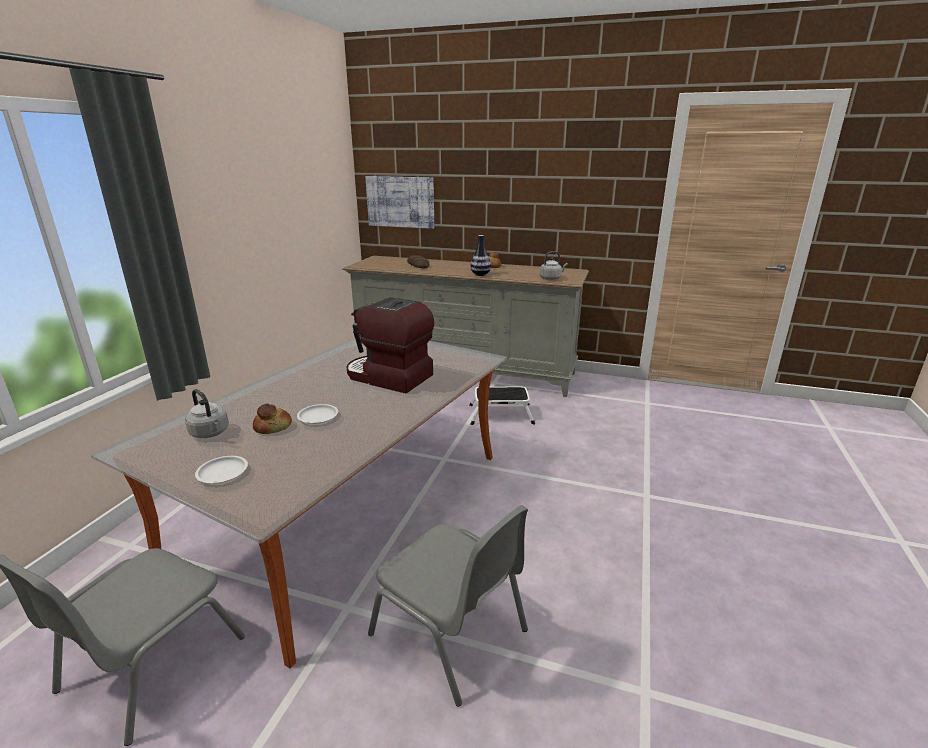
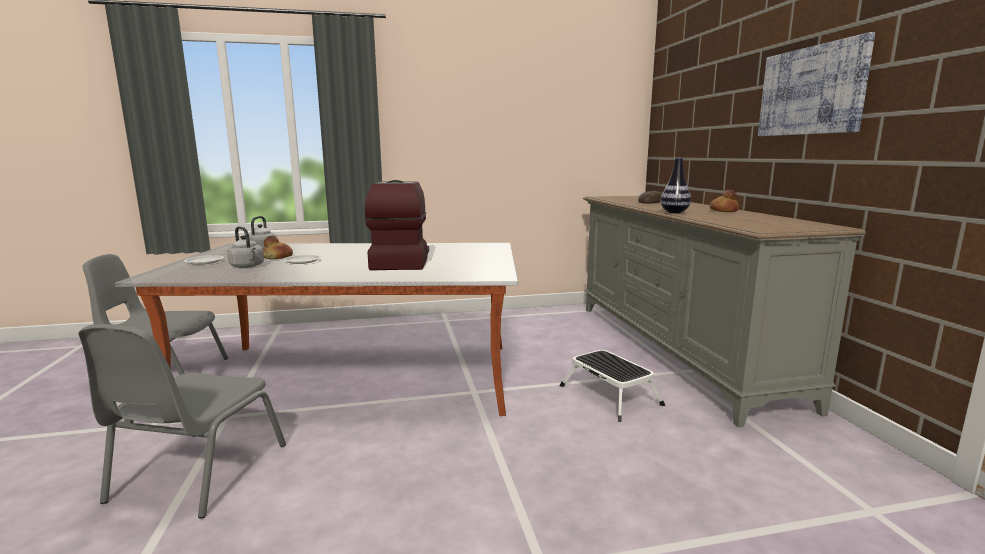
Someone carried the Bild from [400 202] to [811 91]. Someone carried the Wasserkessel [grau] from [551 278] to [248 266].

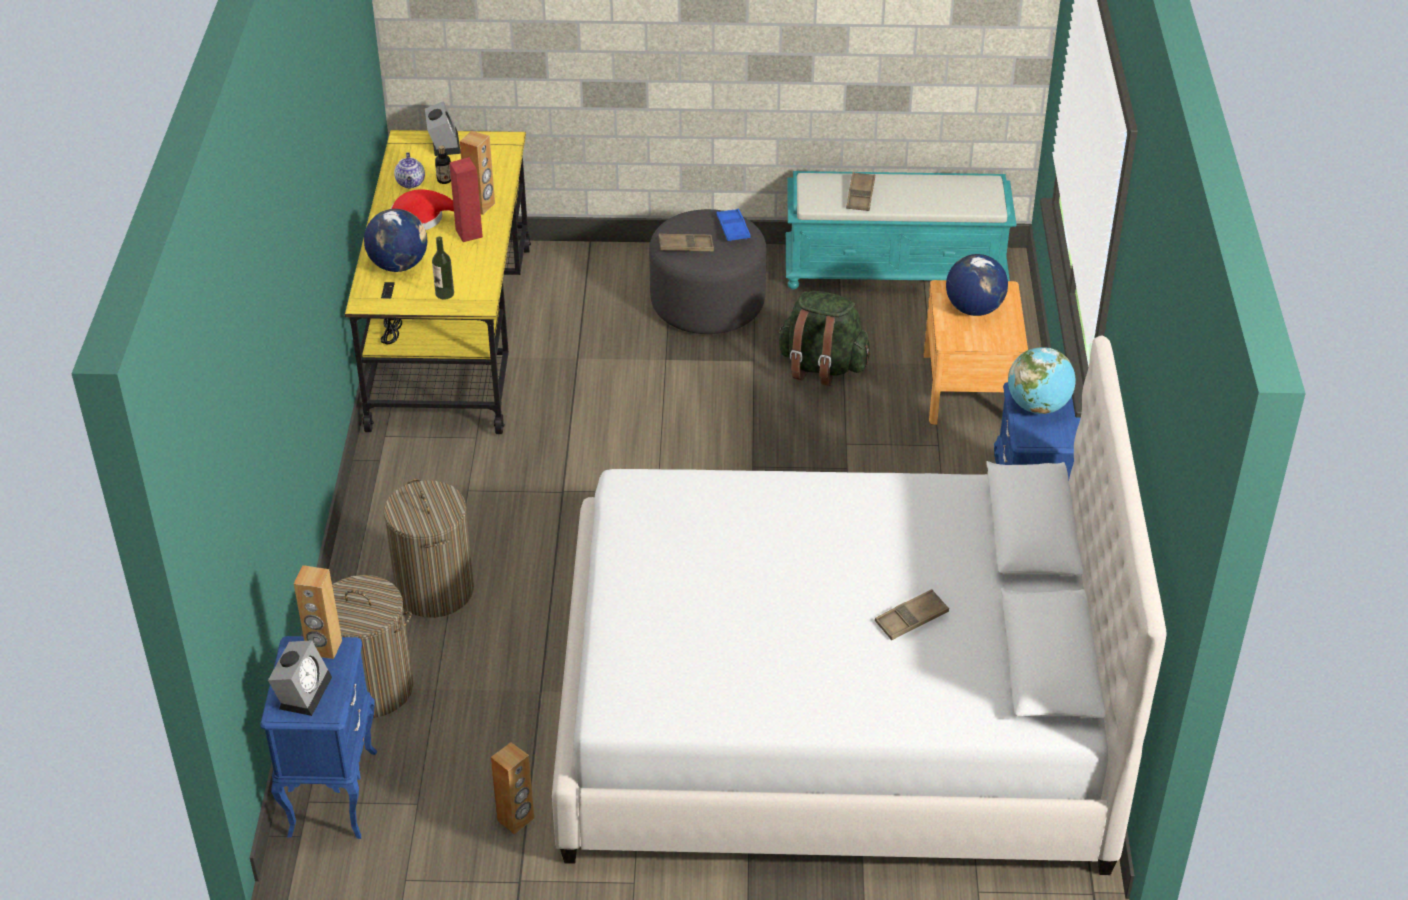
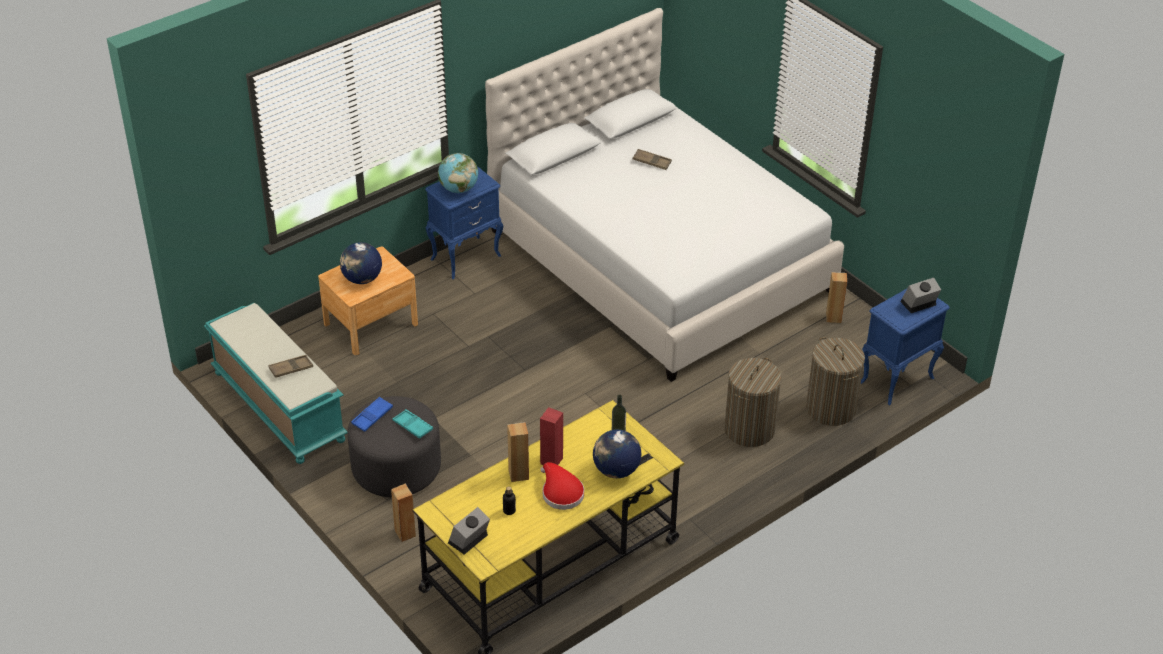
Someone took away the Teekanne at [411 183]. Someone took away the Rucksack [grün] at [821 367]. Someone carried the Lautsprecher [braun] from [324 648] to [405 533]. Someone repainted the Tablett [braun] at [686 246], which became the Tablett [türkis] at [412 426].

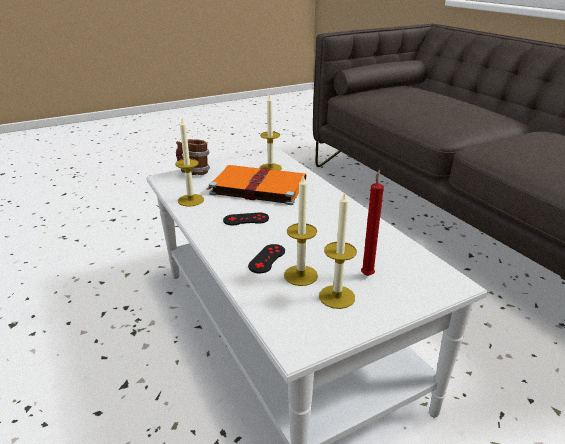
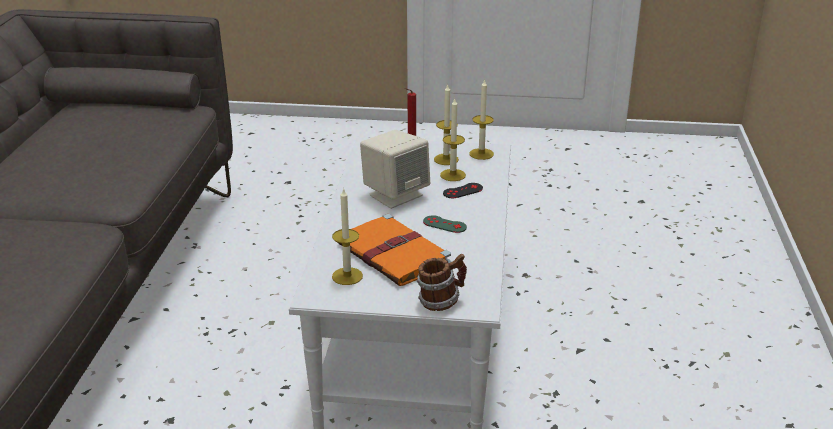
Someone put down the Lautsprecher [beige] at [395 195]. Someone carried the Kerze from [191 200] to [481 154]. Someone repainted the Gamepad [schwarz] at [246 219], which became the Gamepad [grün] at [444 224].

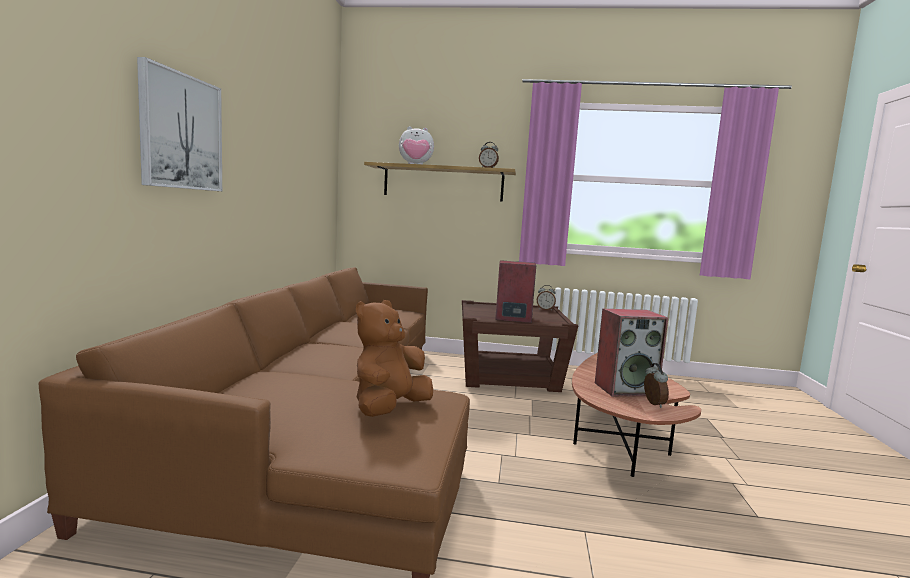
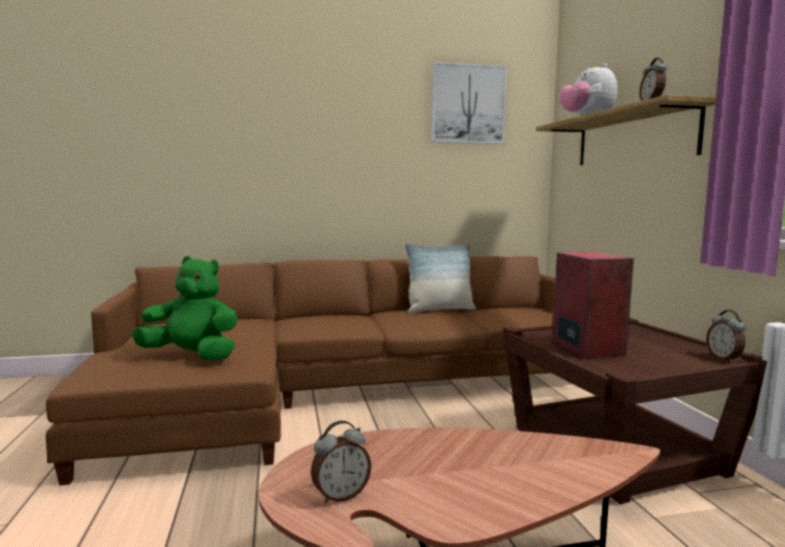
Someone took away the Lautsprecher at [626 389]. Someone put down the Kissen at [439 310]. Someone carried the Bild from [181 132] to [468 104]. Someone repainted the Plüschtier [braun] at [389 409], which became the Plüschtier [grün] at [192 356].

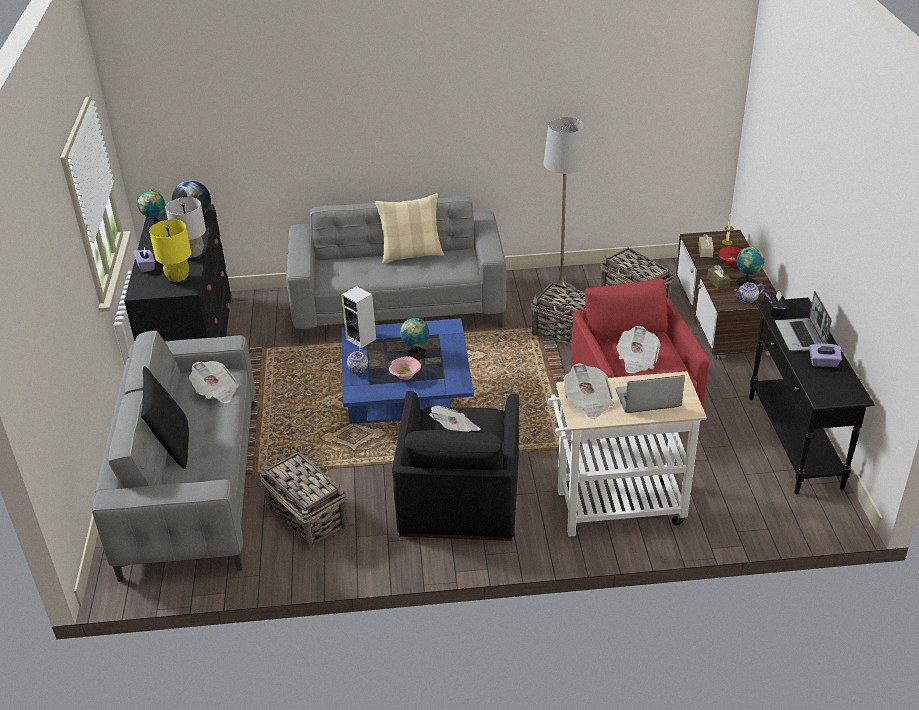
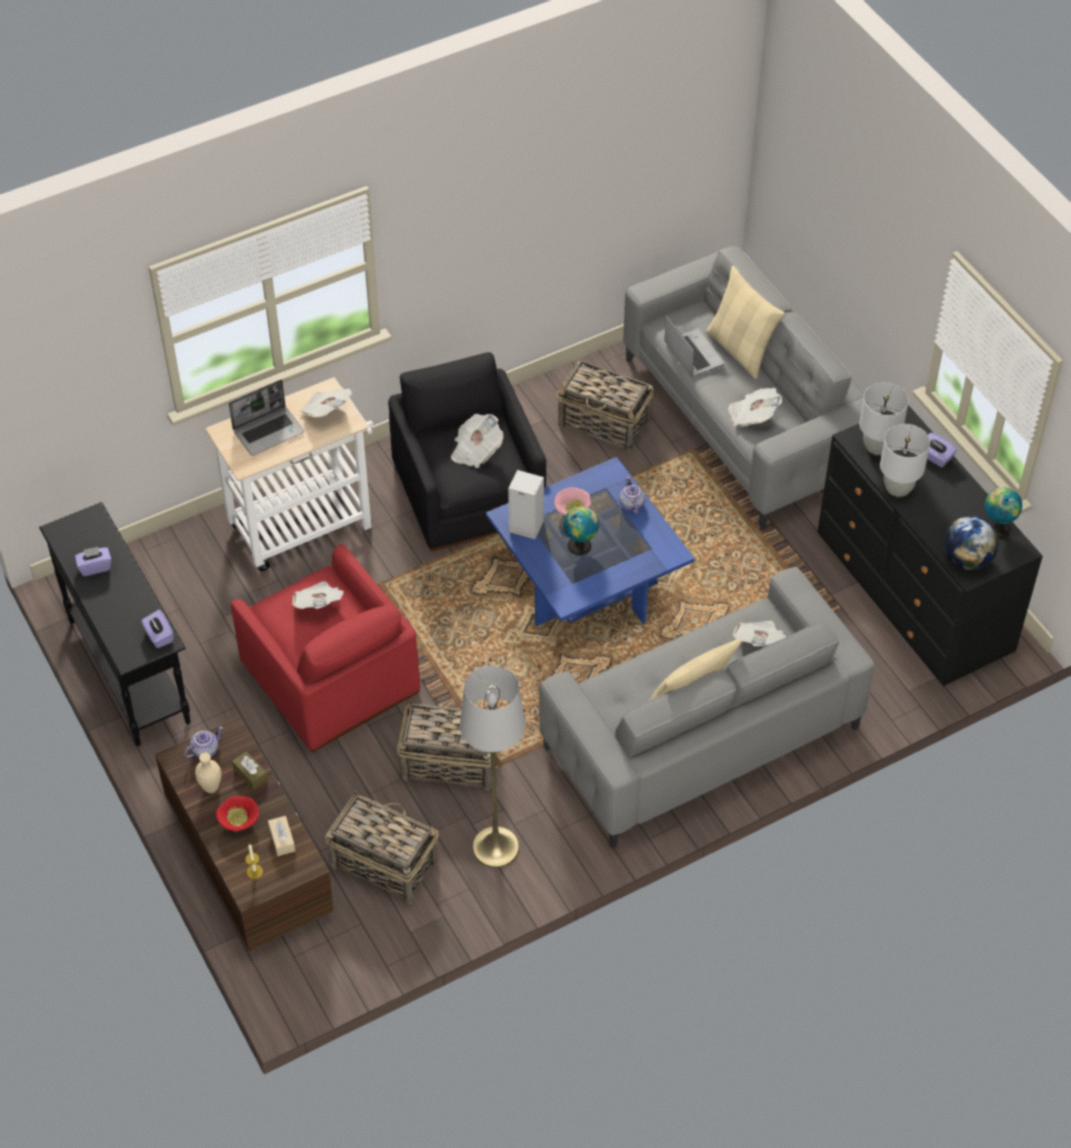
Someone put down the Zeitung at [759 641]. Someone carried the Lautsprecher from [362 339] to [524 526]. Someone carried the Laptop from [800 336] to [692 354]. Someone swapped the Globus at [747 281] for the Vase [beige] at [211 787]. Someone repainted the Kissen [schwarz] at [173 445], which became the Kissen [beige] at [740 350]. Someone repainted the Tischlampe [gelb] at [178 279], which became the Tischlampe [weiß] at [877 449]. Someone repainted the Taschentuchbox [schwarz] at [774 310], which became the Taschentuchbox [lila] at [159 636].

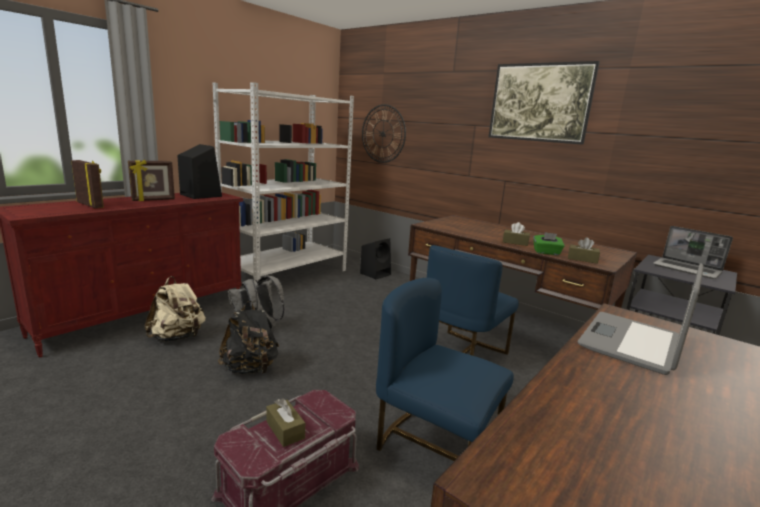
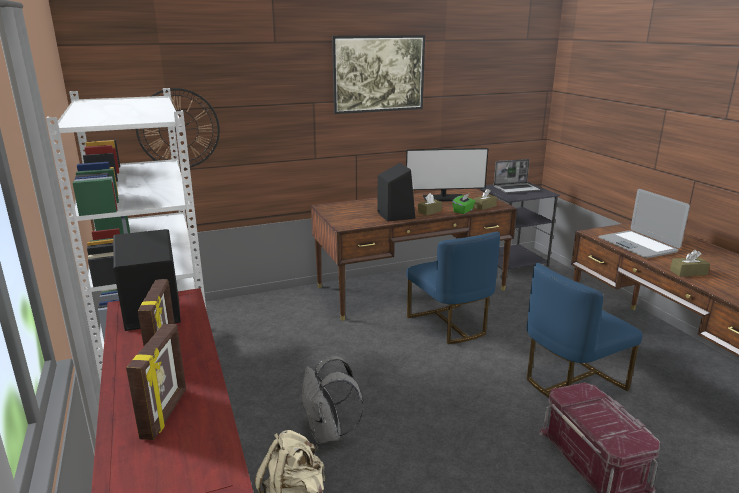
Someone took away the Rucksack [schwarz] at [250 369]. Someone put down the Monitor at [444 198]. Someone carried the Taschentuchbox [braun] from [285 430] to [688 272]. Someone carried the Lautsprecher [schwarz] from [375 273] to [395 215]. Someone rotated the Bilderrahmen at [91 205] by 120 degrees clockwise.

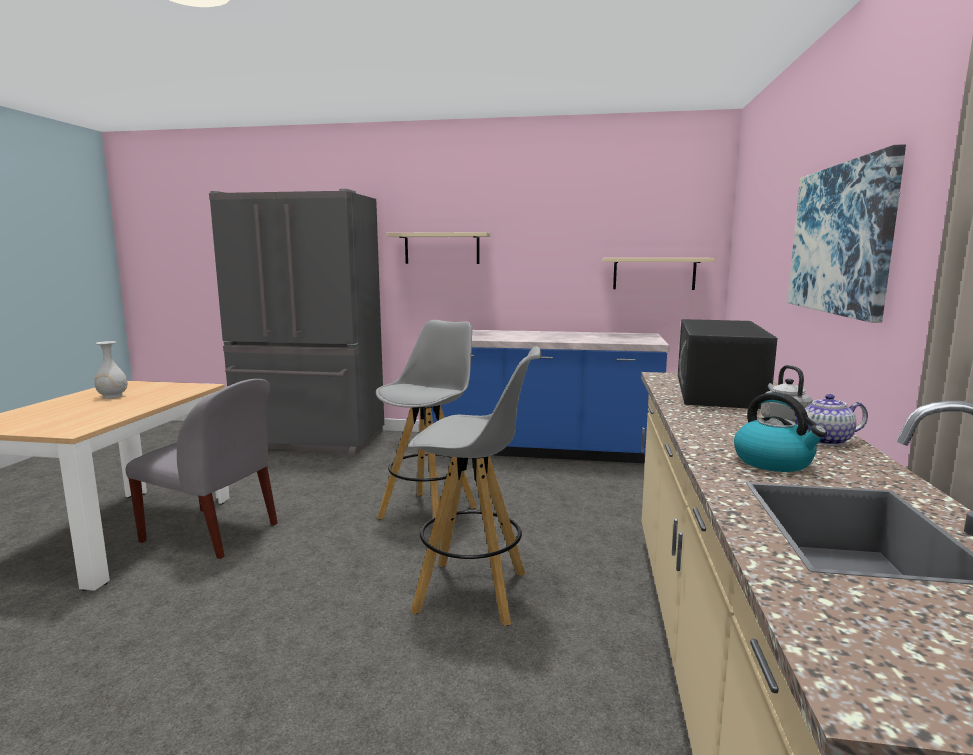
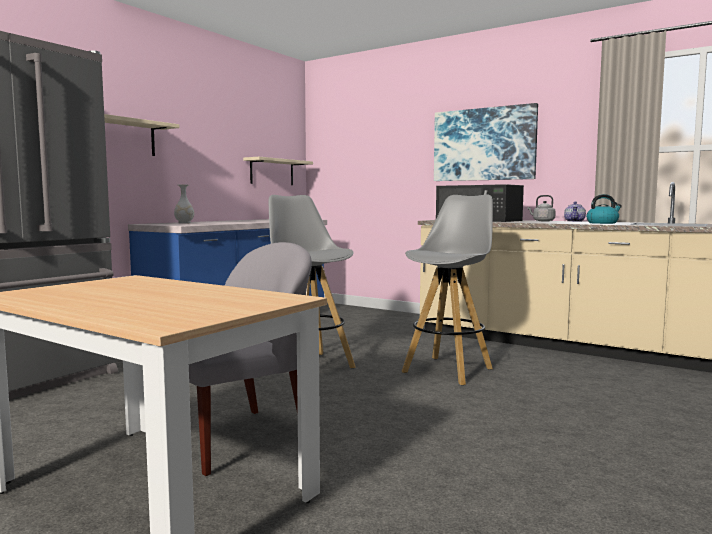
Someone carried the Vase [weiß] from [112 396] to [184 223].

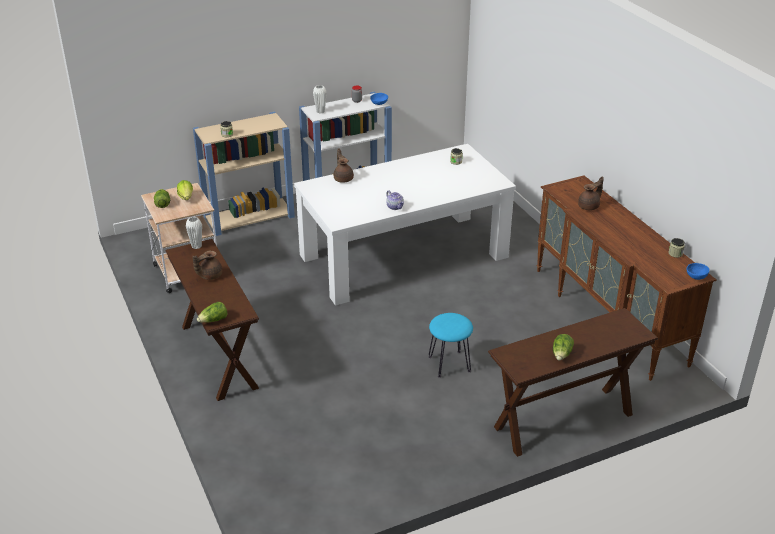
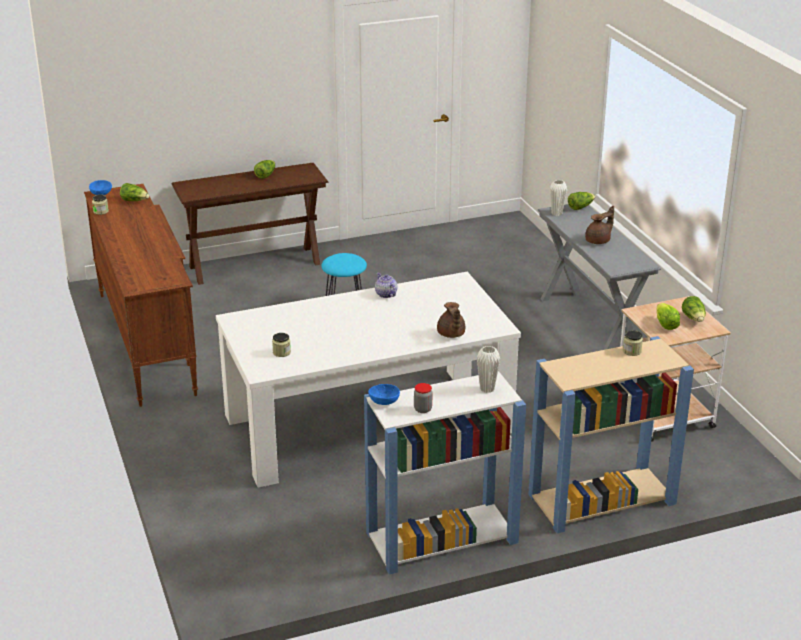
Someone took away the Teekanne [braun] at [589 206]. Someone put down the Salatkopf at [135 201]. Someone carried the Vase [weiß] from [196 246] to [556 213]. Someone repainted the Konsolentisch [braun] at [219 356], which became the Konsolentisch [grau] at [589 325].

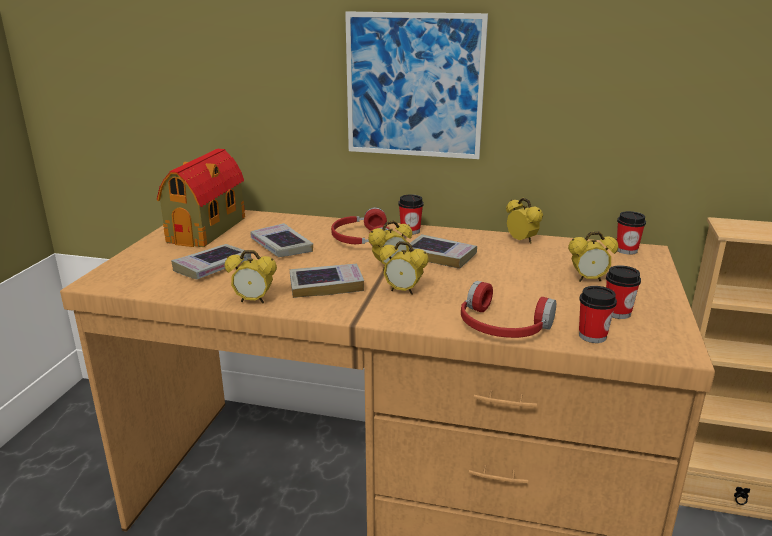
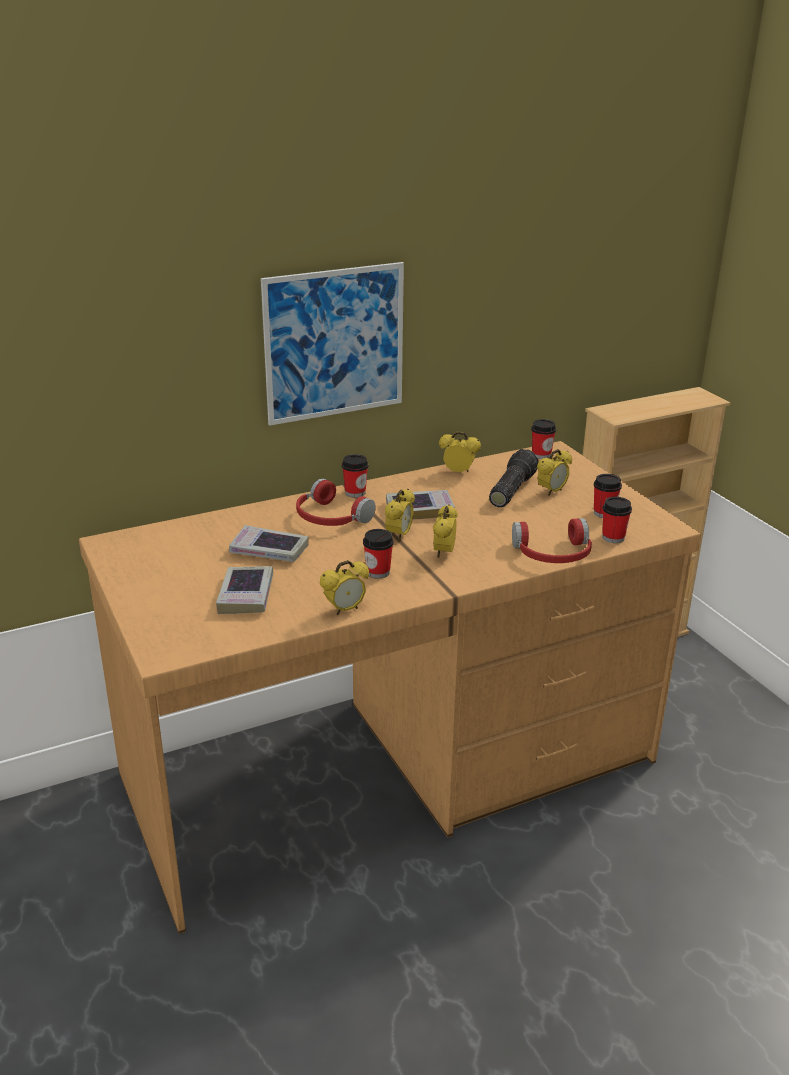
Someone took away the Spielzeughaus at [208 229]. Someone put down the Taschenlampe at [510 490]. Someone swapped the Buch at [326 285] for the Tasse at [378 572]. Someone rotated the Wecker at [403 291] by 120 degrees clockwise.

